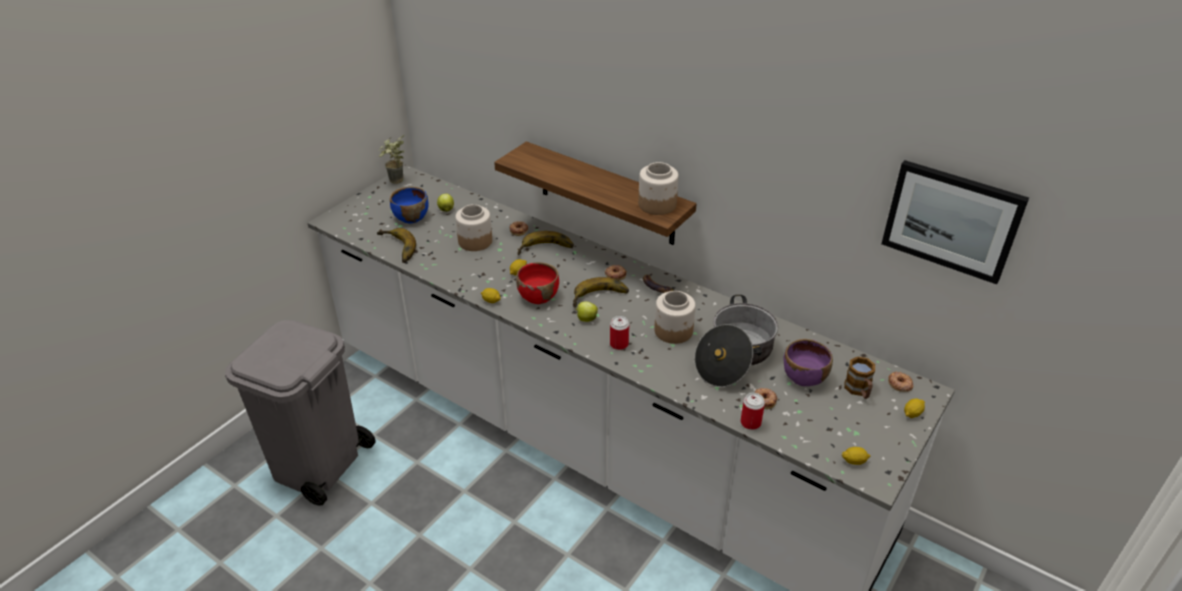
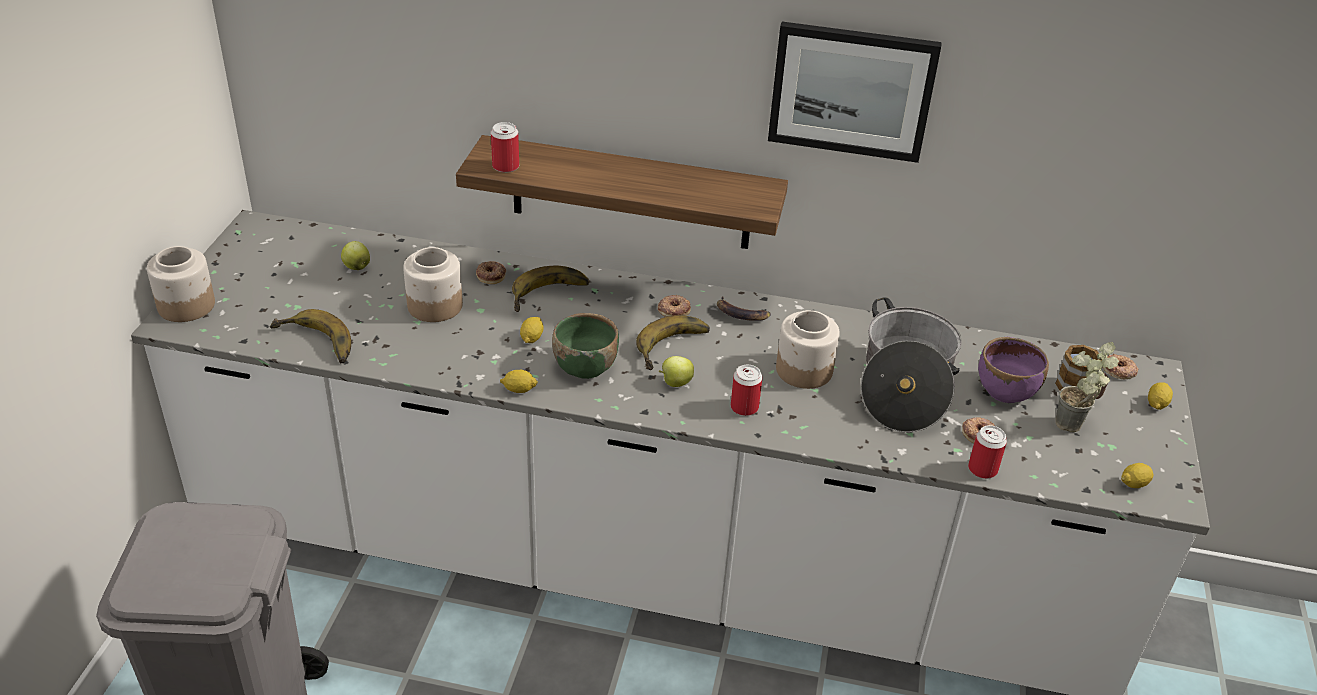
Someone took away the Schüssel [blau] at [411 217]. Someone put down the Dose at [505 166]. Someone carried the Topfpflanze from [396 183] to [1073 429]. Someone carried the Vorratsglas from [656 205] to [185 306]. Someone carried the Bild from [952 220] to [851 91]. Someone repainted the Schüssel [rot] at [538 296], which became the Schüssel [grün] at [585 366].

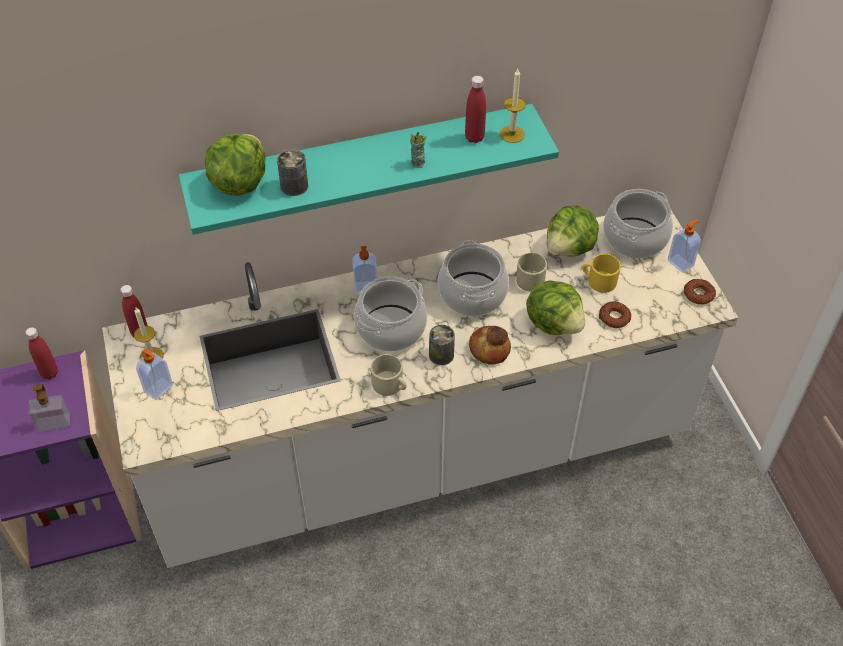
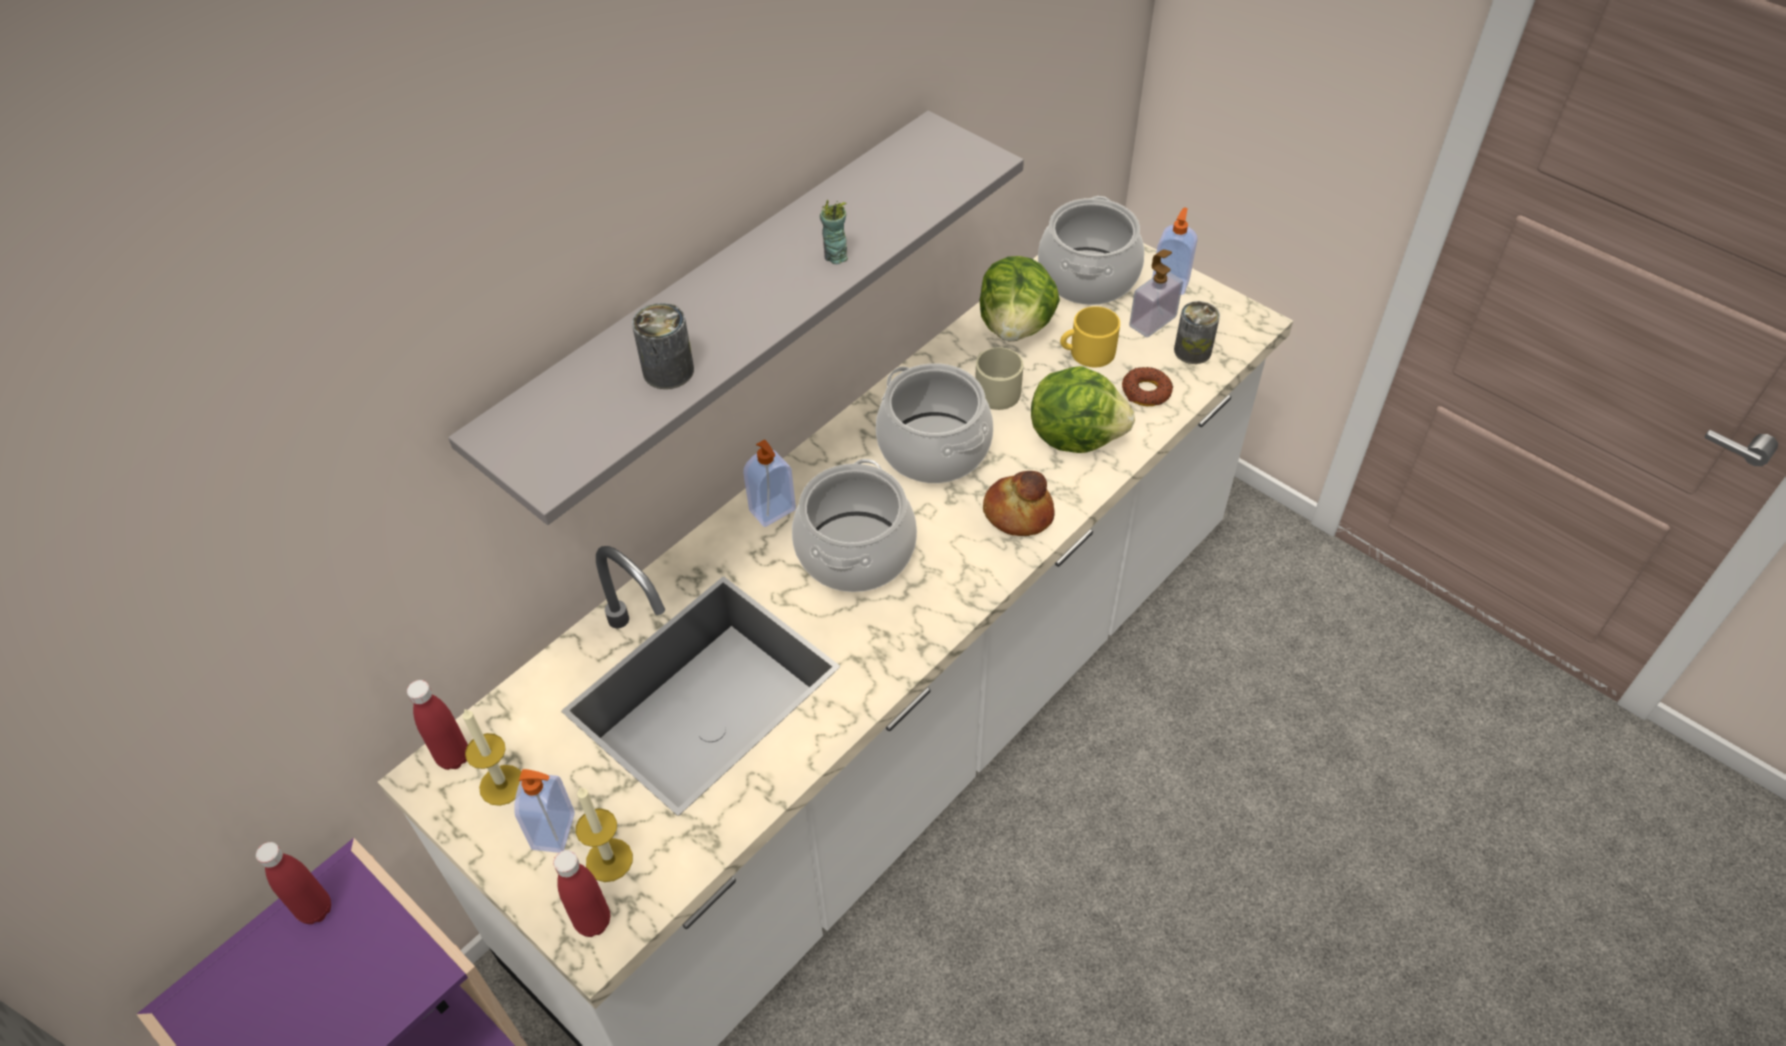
Someone took away the Salatkopf at [239 183]. Someone took away the Henkelbecher [beige] at [390 385]. Someone took away the Donut at [698 294]. Someone carried the Seifenspender from [54 423] to [1152 321]. Someone carried the Dose from [441 355] to [1192 351]. Someone carried the Flasche [rot] from [474 137] to [593 921]. Someone carried the Kerze from [512 134] to [609 860]. Someone repainted the Wandregal [türkis] at [362 163], which became the Wandregal [grau] at [720 302].

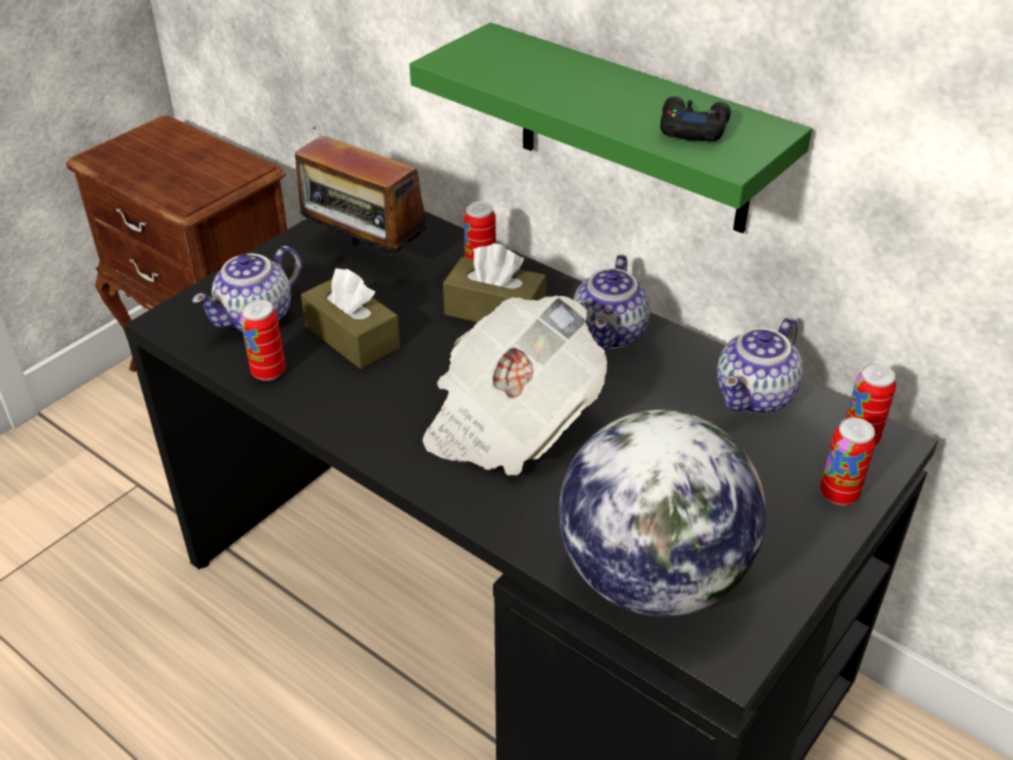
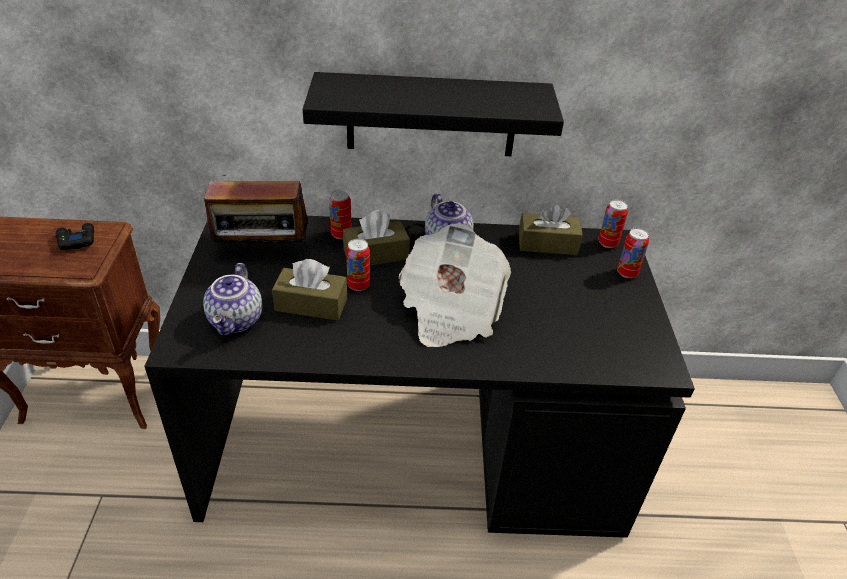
Someone took away the Globus at [651 577]. Someone carried the Dose from [268 372] to [358 285]. Someone carried the Gamepad [schwarz] from [692 128] to [76 240]. Someone swapped the Teekanne at [756 397] for the Taschentuchbox [braun] at [547 244]. Someone repainted the Wandregal [grün] at [633 130], which became the Wandregal [schwarz] at [431 115].

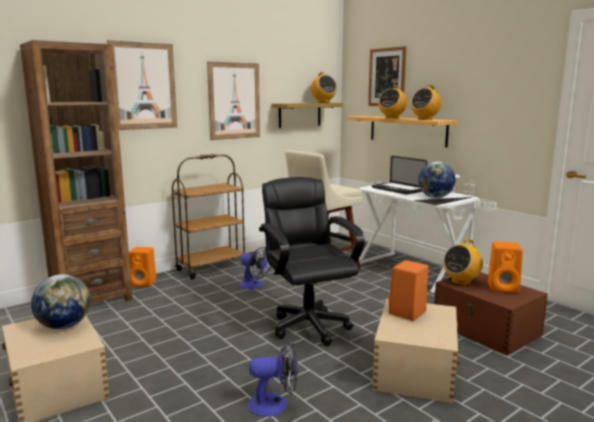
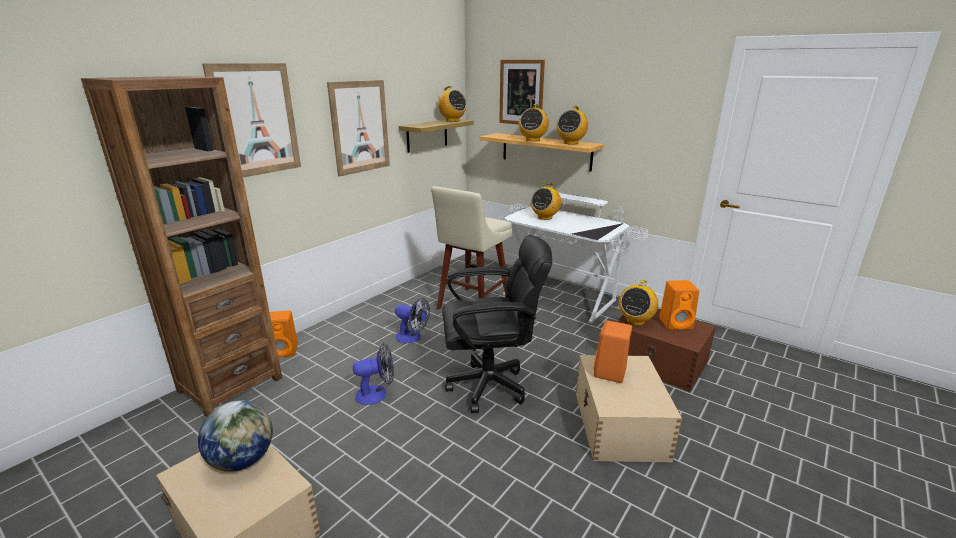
Someone took away the Rollwagen [braun] at [211 268]. Someone took away the Globus at [435 197]. Someone carried the Ventilator from [275 404] to [377 393]. Someone swapped the Laptop at [398 189] for the Radio at [545 217]. Someone rotated the Bürostuhl [schwarz] at [307 326] by 120 degrees clockwise.

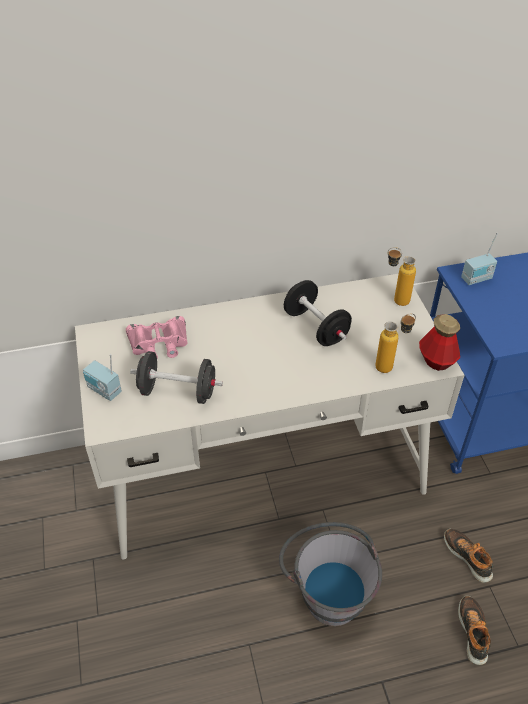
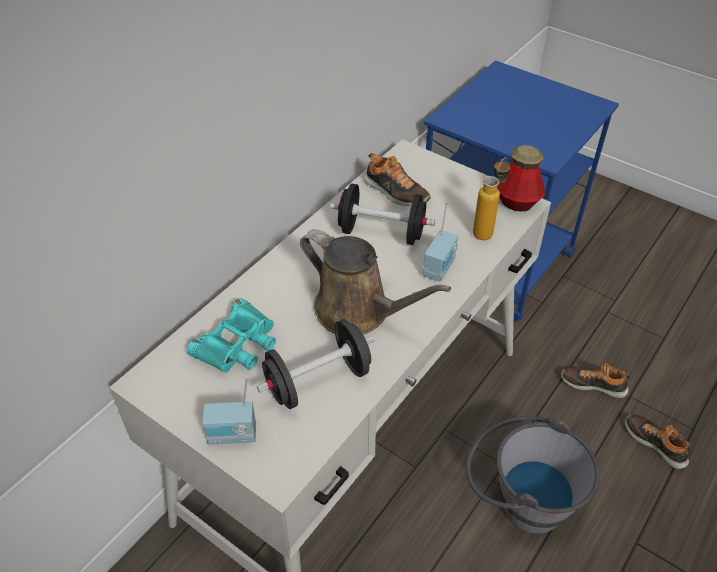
Someone took away the Flasche at [395 300]. Someone put down the Gießkanne [braun] at [358 311]. Someone put down the Schuh at [395 192]. Someone carried the Radio from [477 279] to [440 268]. Someone repainted the Fernglas [rosa] at [159 343], which became the Fernglas [türkis] at [238 344].

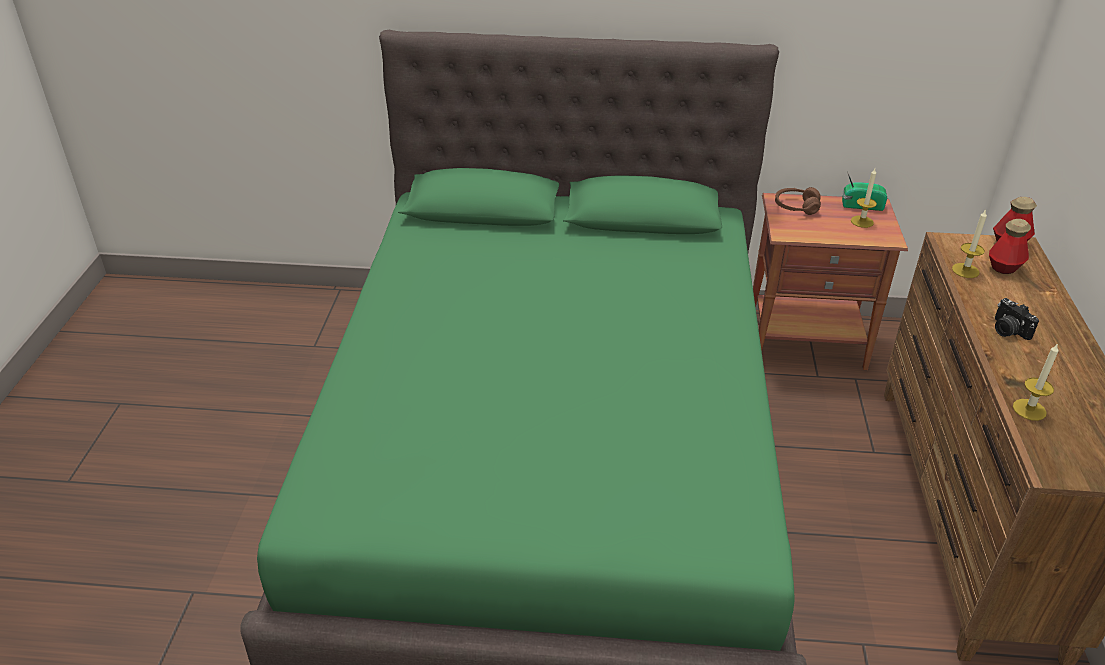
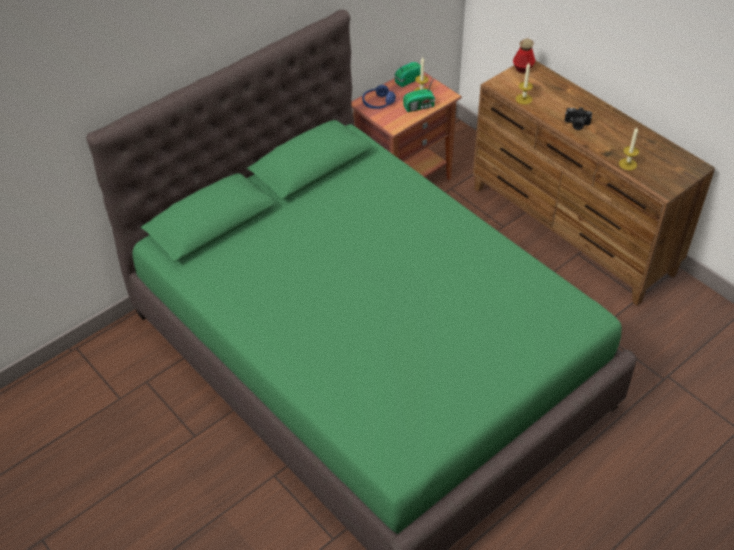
Someone took away the Flasche at [1004 267]. Someone put down the Radio at [420 107]. Someone repainted the Kopfhörer [braun] at [796 207], which became the Kopfhörer [blau] at [378 103].

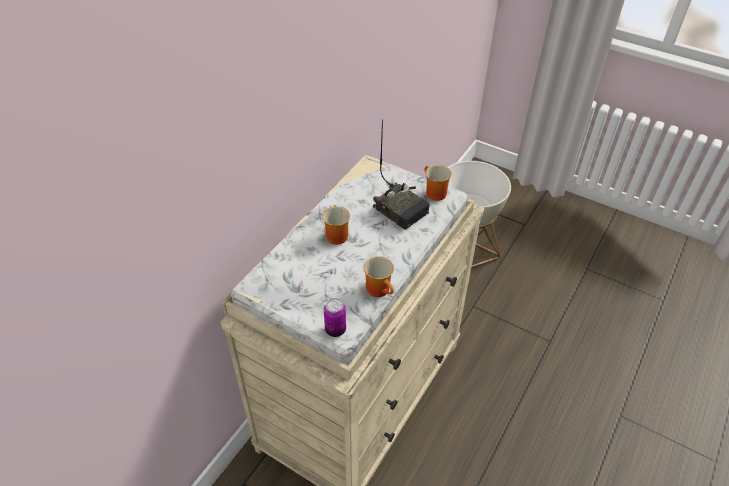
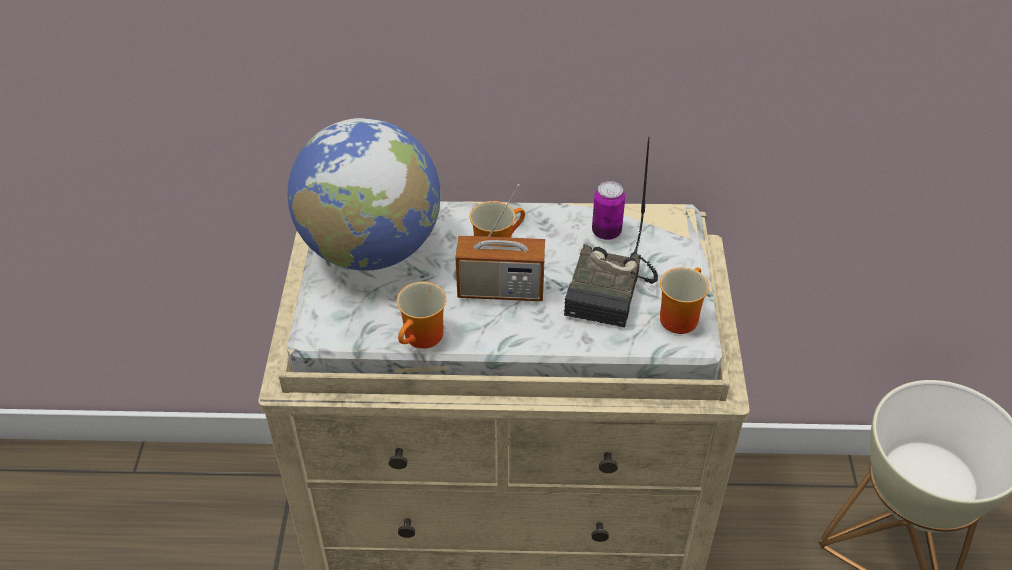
Someone put down the Globus at [371 249]. Someone put down the Radio at [500 290]. Someone carried the Dose from [335 330] to [606 232].

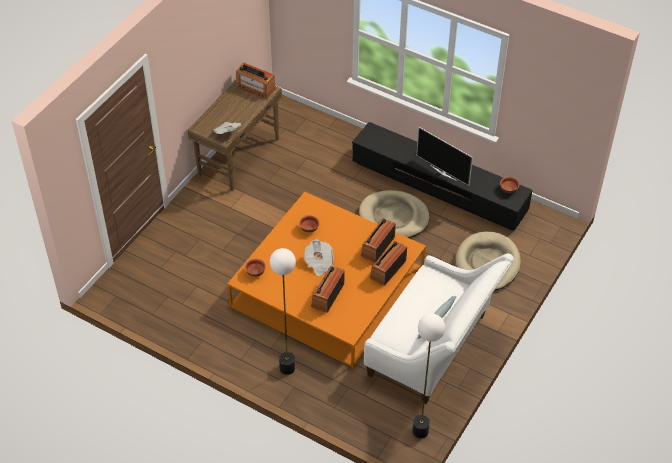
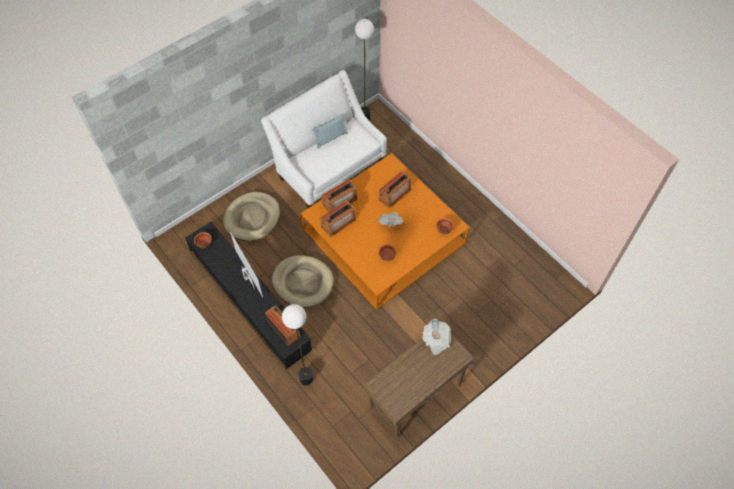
Someone carried the Radio from [255 88] to [284 329]. Someone carried the Stehlampe from [287 368] to [306 379].

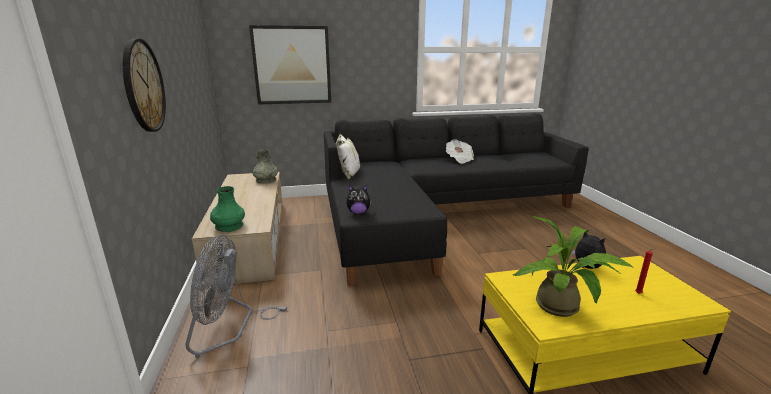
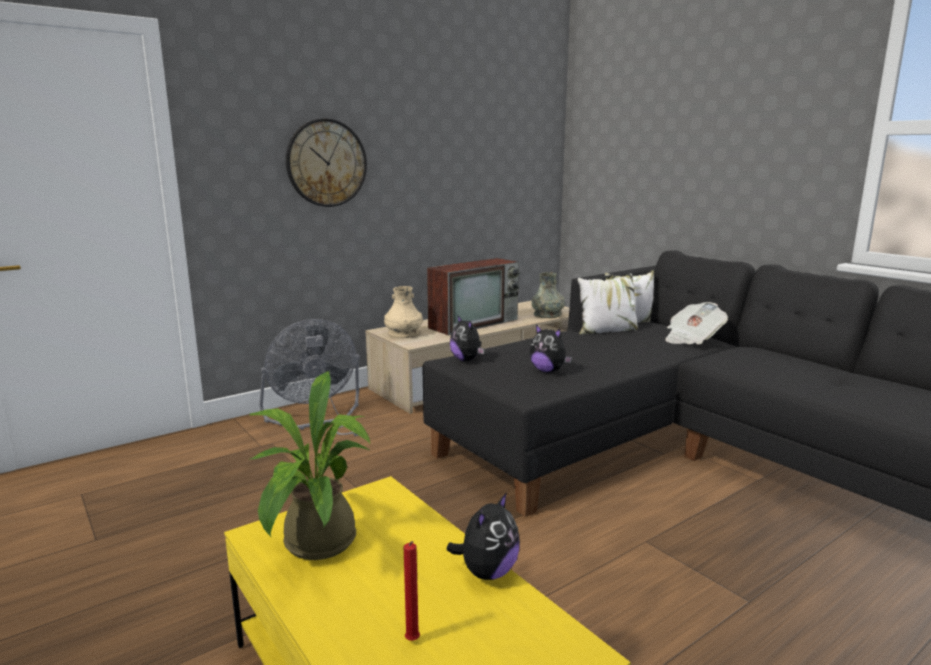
Someone took away the Bild at [292 65]. Someone put down the Fernseher at [475 323]. Someone put down the Plüschtier at [548 371]. Someone carried the Zeitung from [459 159] to [692 339]. Someone repainted the Vase [grün] at [229 226], which became the Vase [beige] at [403 333].

